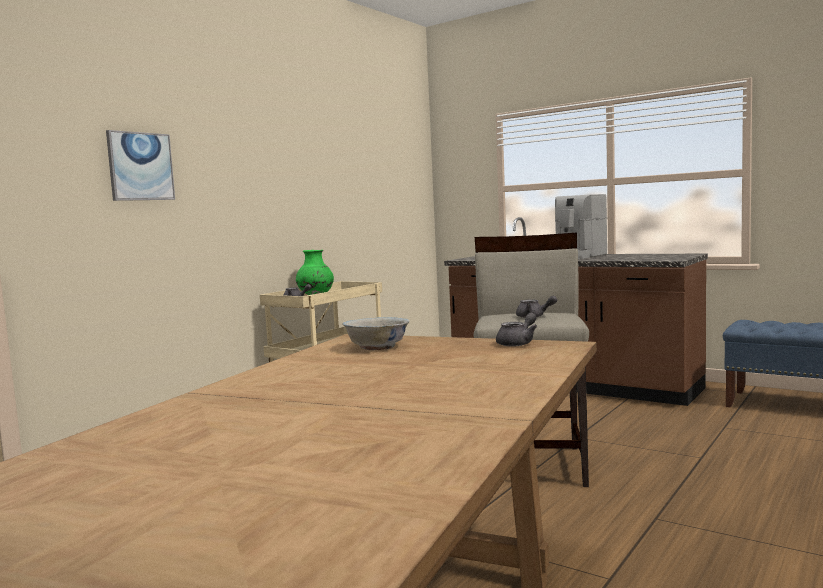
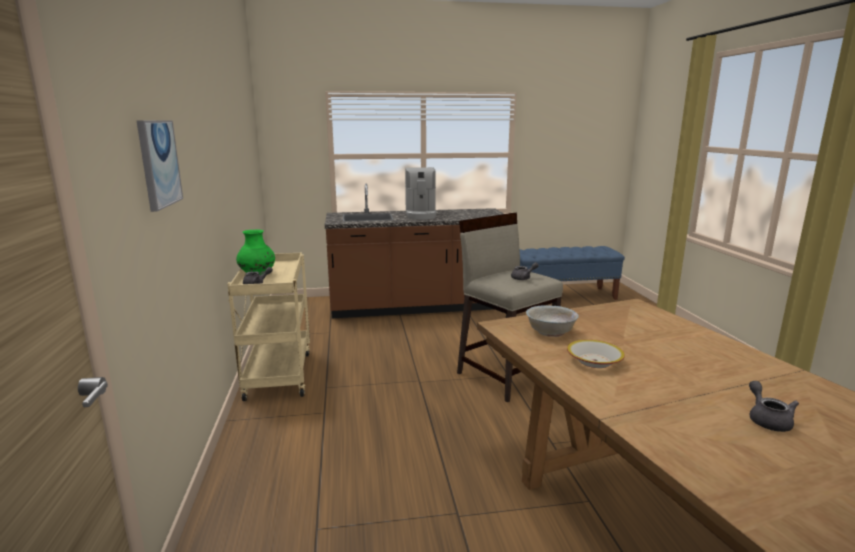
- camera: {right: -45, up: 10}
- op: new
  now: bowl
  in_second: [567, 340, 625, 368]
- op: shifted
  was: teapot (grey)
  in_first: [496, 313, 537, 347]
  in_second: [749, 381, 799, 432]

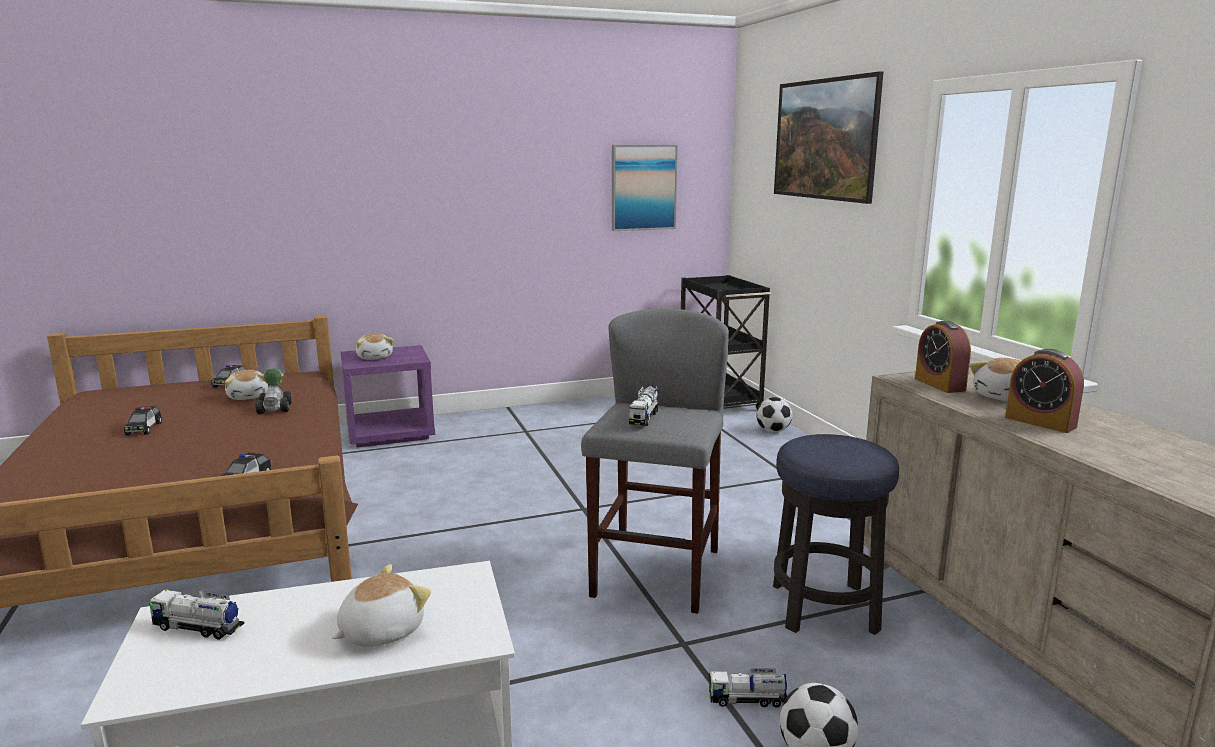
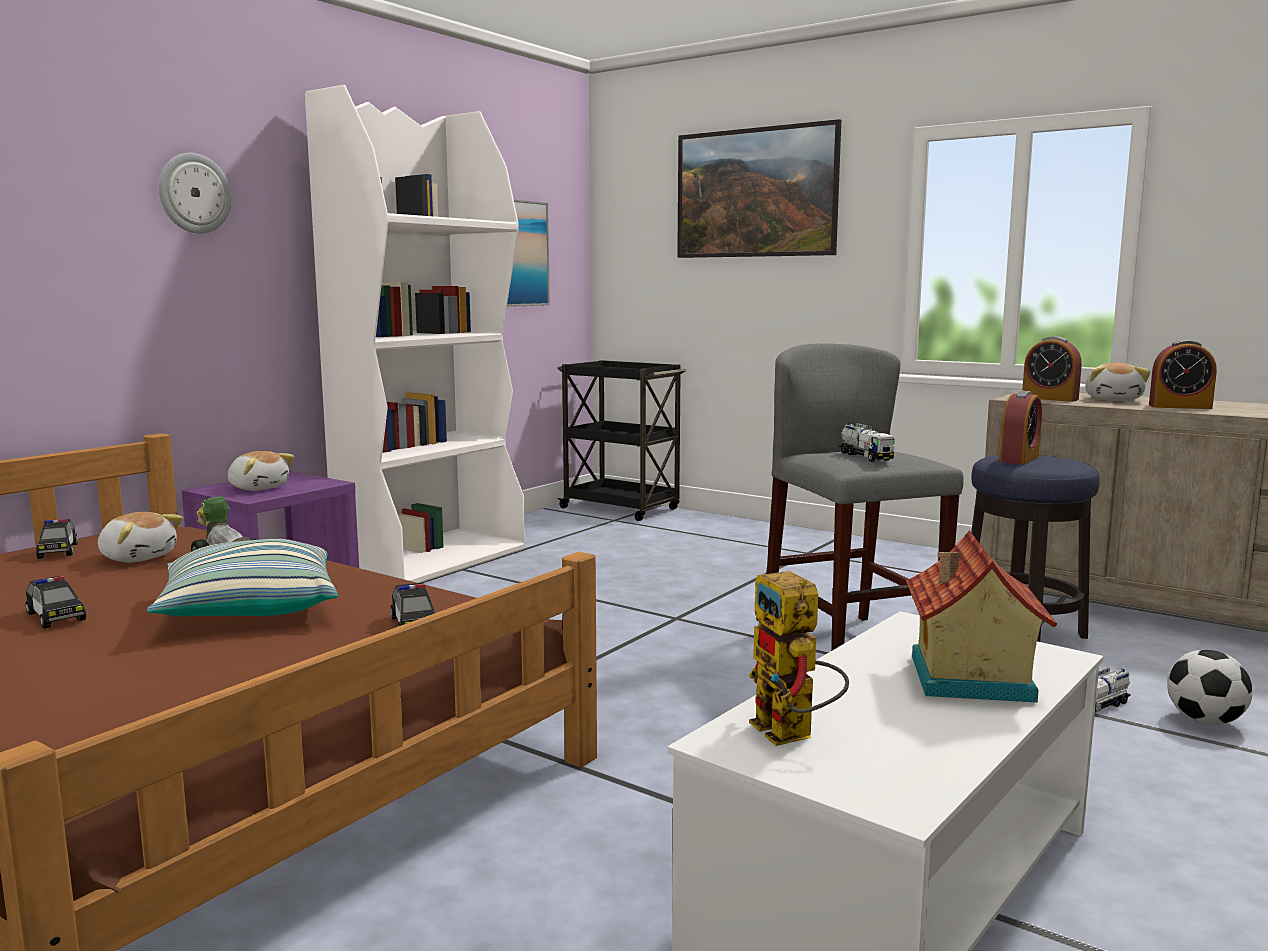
- camera: {right: -35, up: -5}
- op: gone
  was: football
  in_first: [756, 397, 792, 432]
- op: new
  now: pillow
  in_second: [147, 539, 338, 616]
- op: new
  now: wall clock
  in_second: [158, 153, 232, 234]
- op: new
  now: bookcase (white)
  in_second: [305, 85, 525, 583]
- op: new
  now: alarm clock
  in_second: [999, 390, 1042, 465]
- op: swapped
  was: toy truck
  now: toy robot
  in_first: [149, 589, 244, 640]
  in_second: [749, 571, 849, 746]
- op: swapped
  was: plush toy
  now: toy house
  in_first: [332, 564, 431, 647]
  in_second: [906, 530, 1057, 703]

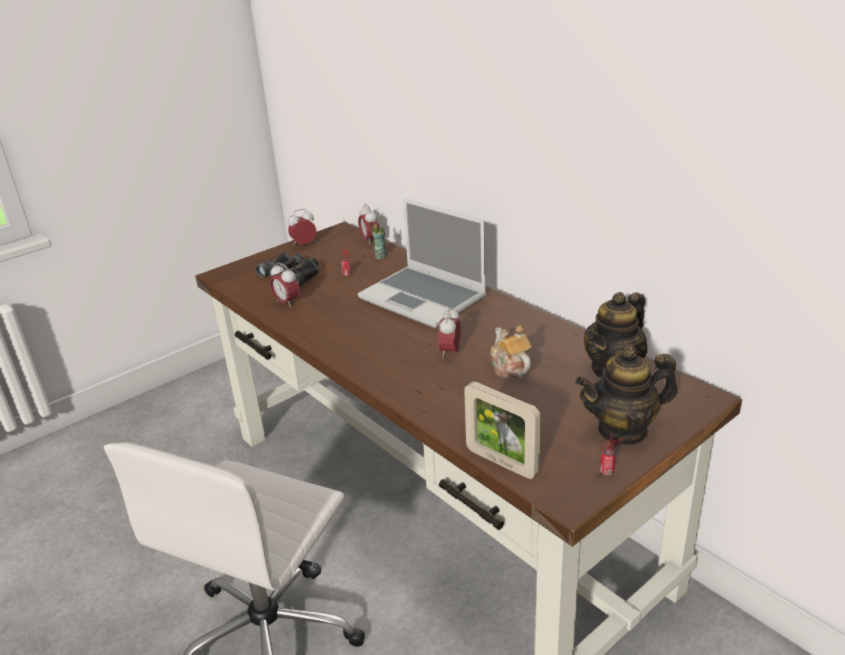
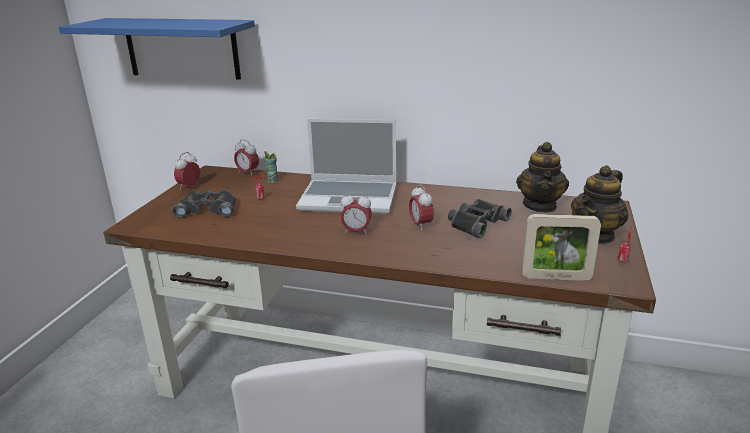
- camera: {right: -35, up: -5}
- op: new
  now: shelf (blue)
  in_second: [59, 18, 255, 80]
- op: shifted
  was: alarm clock
  in_first: [270, 263, 300, 308]
  in_second: [340, 192, 372, 235]
- op: swapped
  was: teapot
  now: binoculars (black)
  in_first: [490, 325, 532, 380]
  in_second: [448, 199, 512, 238]

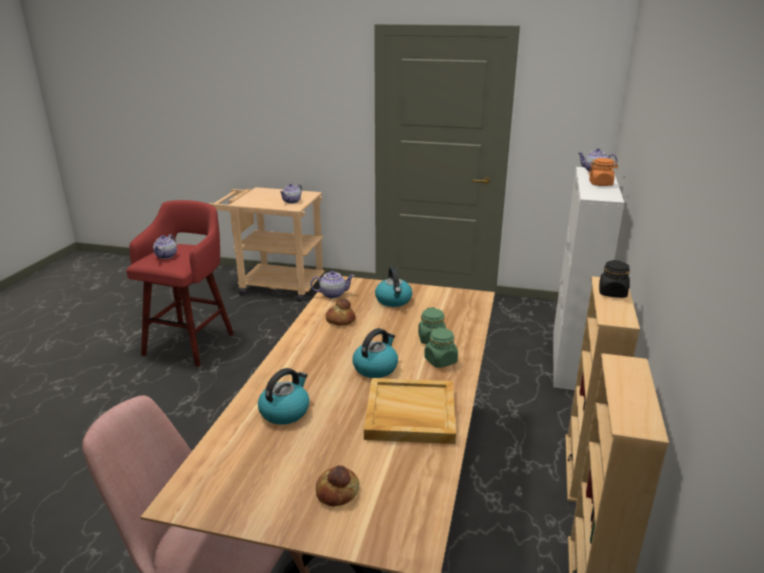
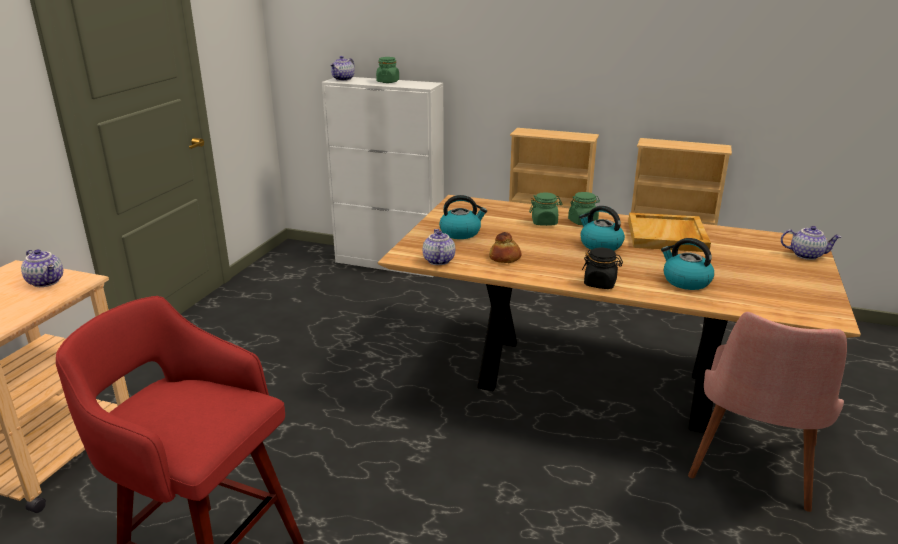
- camera: {right: -85, up: 0}
- op: gone
  was: bread
  in_first: [316, 465, 359, 506]
- op: shifted
  was: teapot
  in_first: [153, 234, 177, 259]
  in_second: [781, 226, 841, 260]
- op: shifted
  was: jar (black)
  in_first: [599, 260, 630, 298]
  in_second: [582, 248, 623, 289]
- op: repainted
  was: jar (orange)
  now: jar (green)
  in_first: [588, 158, 618, 186]
  in_second: [376, 57, 399, 83]

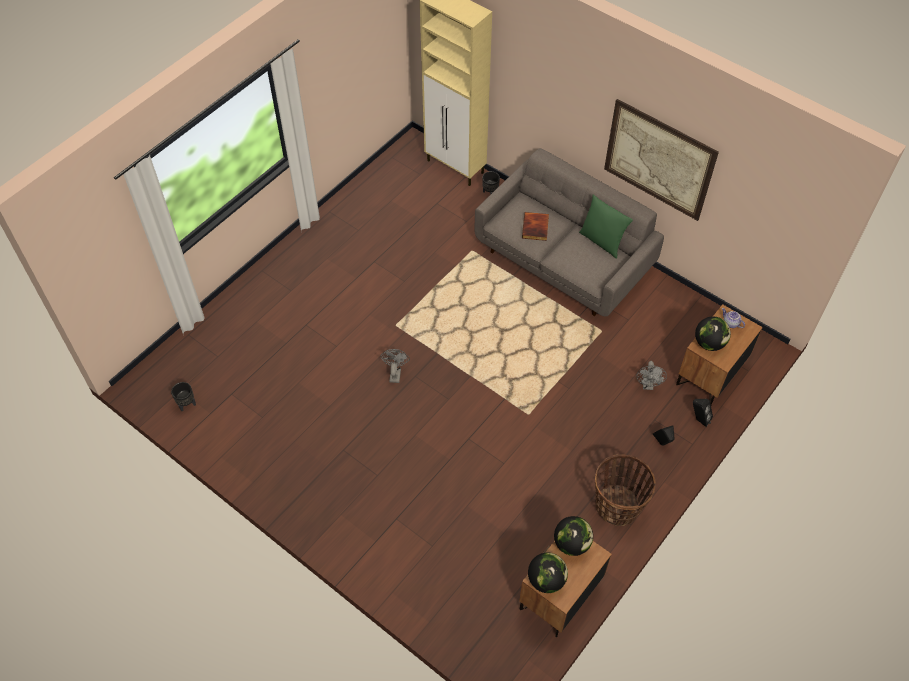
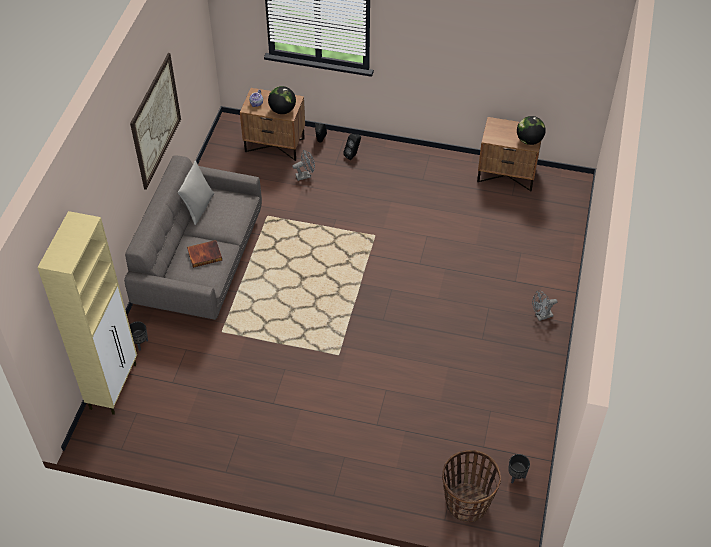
- camera: {right: -115, up: -5}
- op: gone
  was: globe
  in_first: [554, 516, 593, 556]
- op: shifted
  was: fan (grey)
  in_first: [380, 349, 410, 383]
  in_second: [532, 290, 558, 321]
- op: shifted
  was: basket
  in_first: [595, 454, 656, 526]
  in_second: [442, 450, 501, 522]
- op: repainted
  was: pillow (green)
  now: pillow (grey)
  in_first: [579, 194, 633, 259]
  in_second: [178, 161, 214, 225]

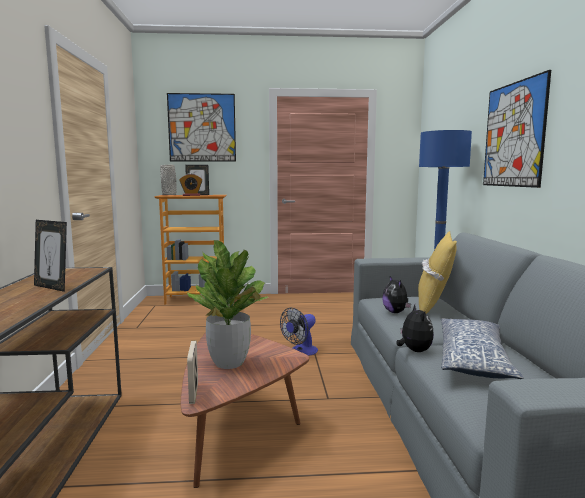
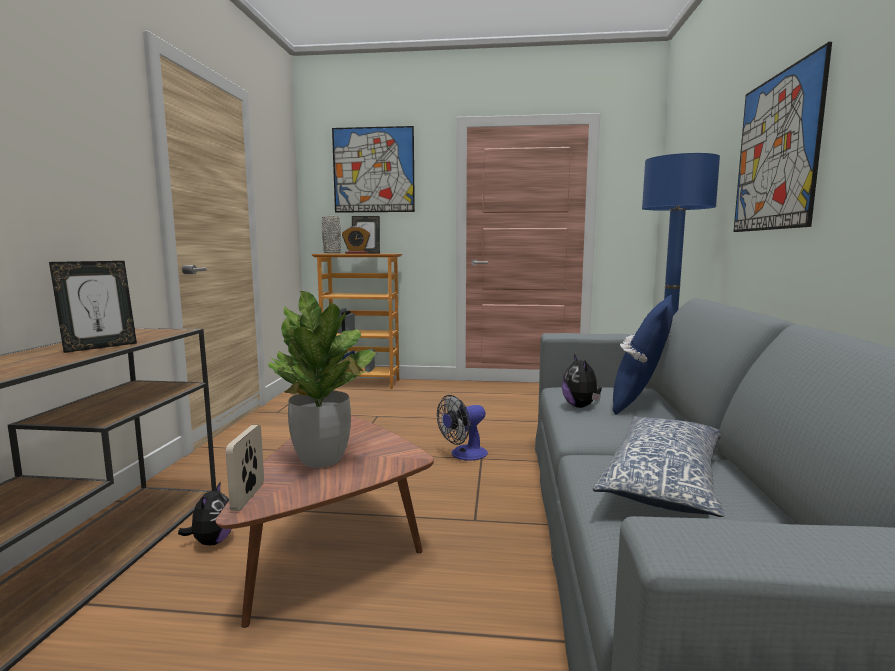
- camera: {right: 10, up: 0}
- op: shifted
  was: plush toy
  in_first: [397, 304, 434, 352]
  in_second: [178, 481, 231, 545]
- op: repainted
  was: pillow (yellow)
  now: pillow (blue)
  in_first: [418, 231, 457, 314]
  in_second: [613, 294, 673, 415]
- op: rotated
  was: picture frame
  in_first: [34, 220, 67, 292]
  in_second: [49, 261, 137, 353]
  clockwise: -90

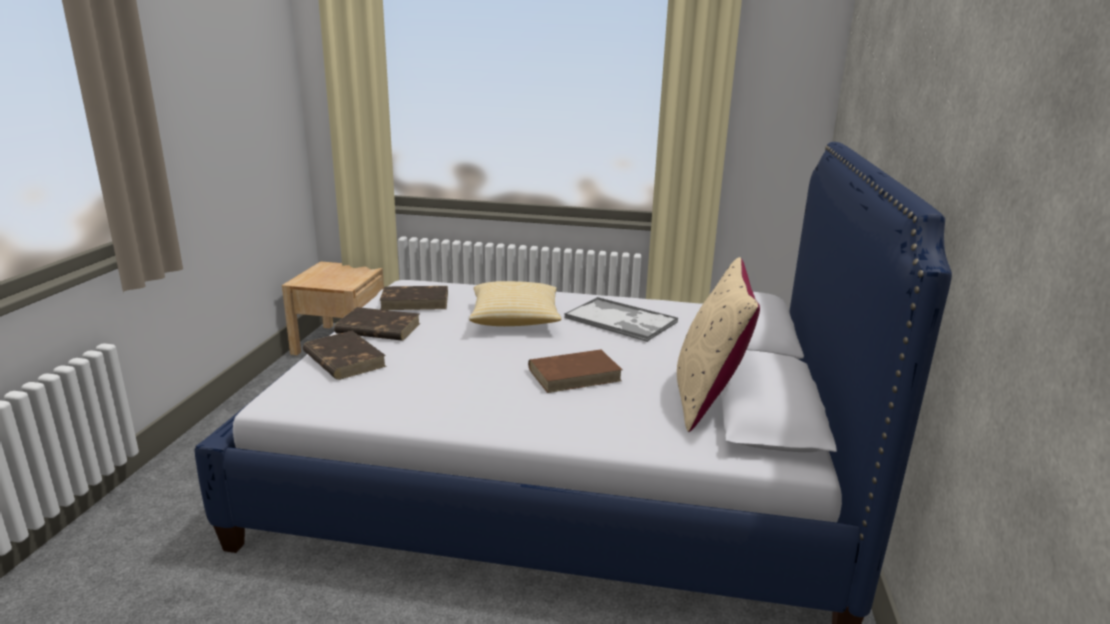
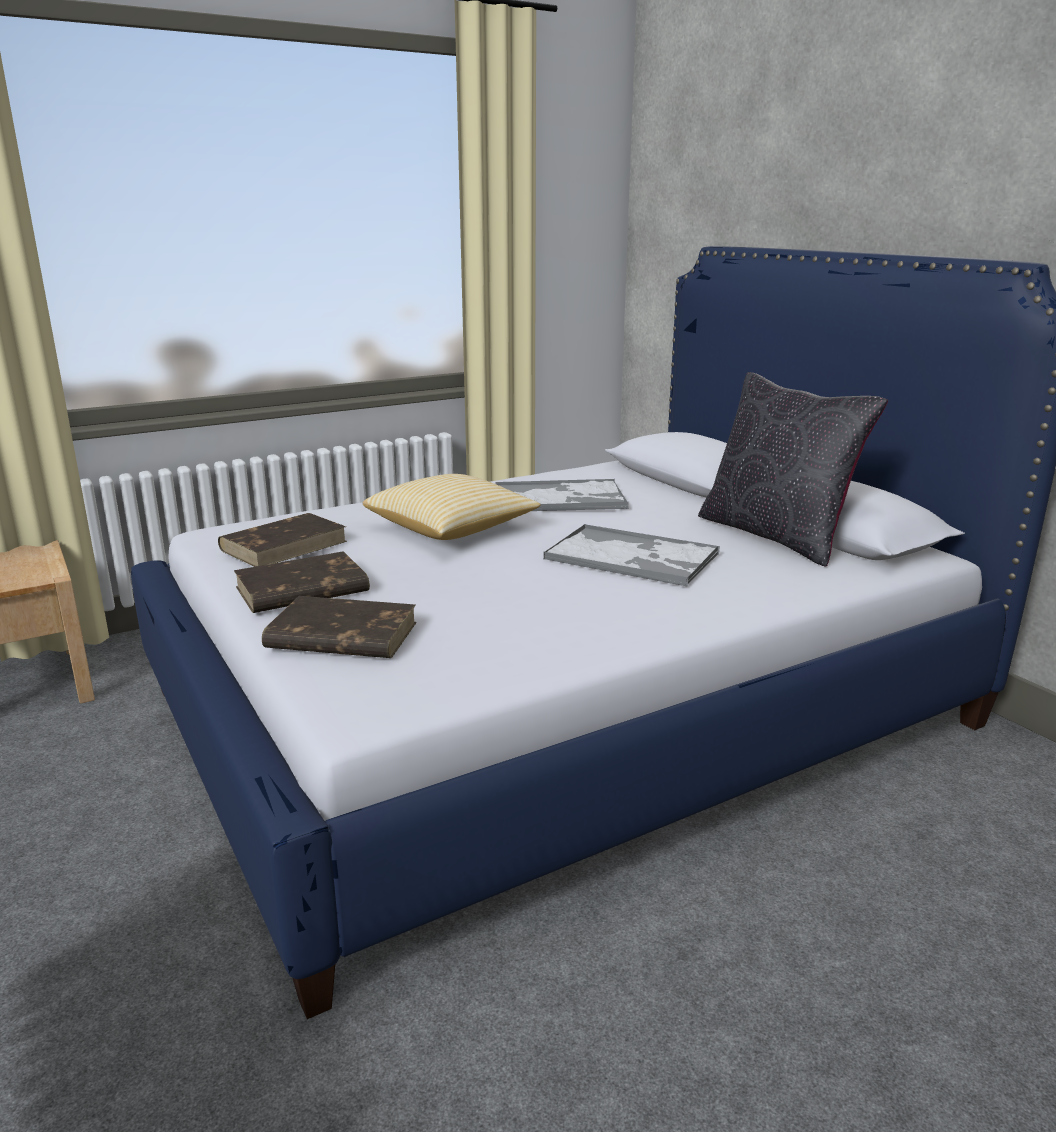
- camera: {right: -40, up: 0}
- op: swapped
  was: book (brown)
  now: tray
  in_first: [528, 350, 622, 393]
  in_second: [543, 524, 720, 587]
- op: repainted
  was: pillow (beige)
  now: pillow (black)
  in_first: [677, 257, 760, 432]
  in_second: [698, 372, 888, 567]

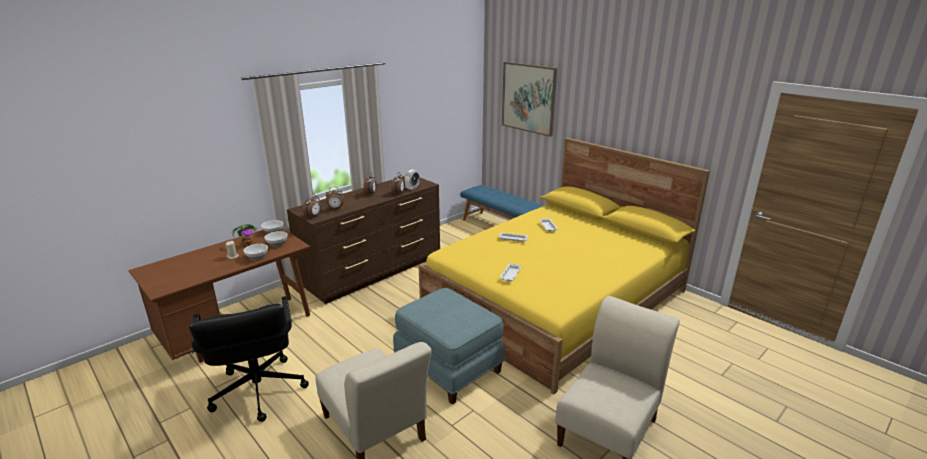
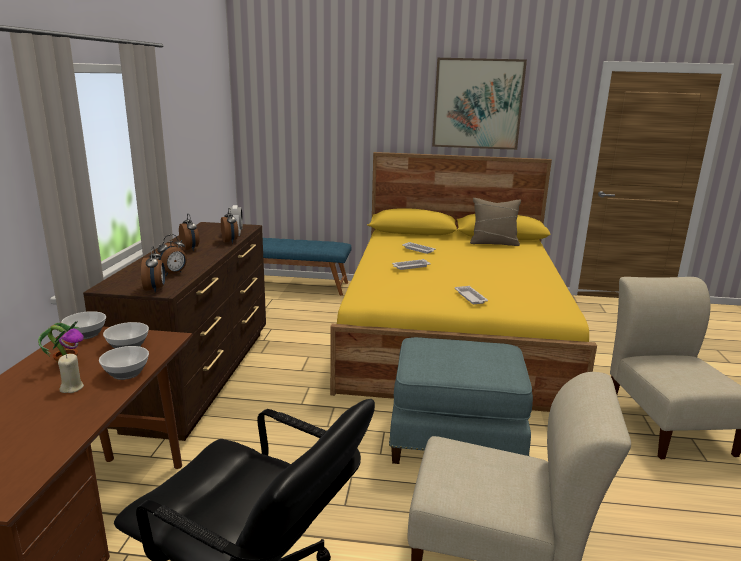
- camera: {right: -40, up: -5}
- op: new
  now: pillow (beige)
  in_second: [470, 198, 521, 246]
- op: shifted
  was: picture
  in_first: [502, 62, 557, 137]
  in_second: [432, 58, 527, 150]

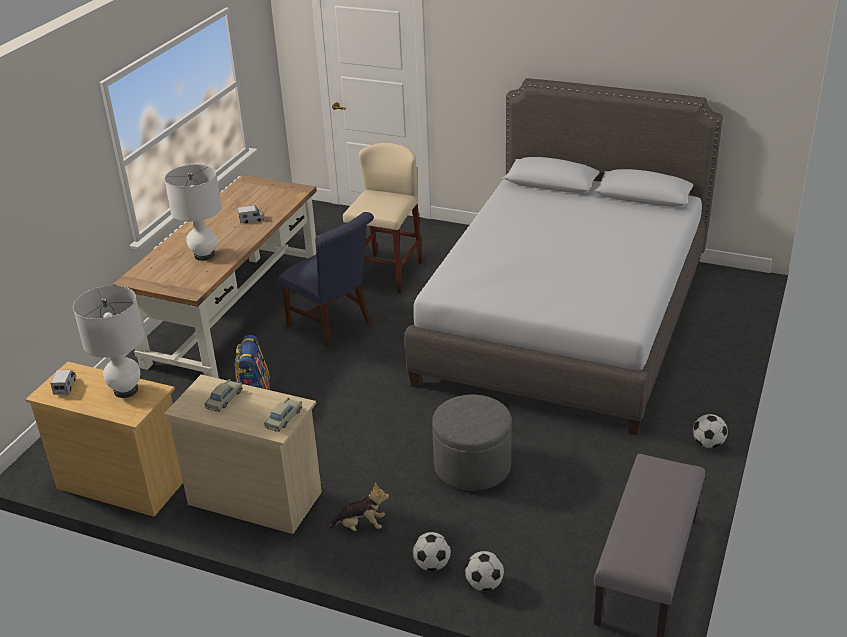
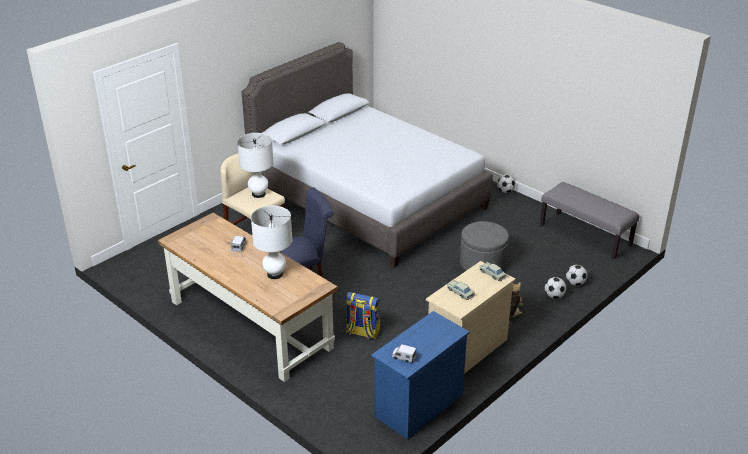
- camera: {right: -70, up: 0}
- op: shifted
  was: table lamp (white)
  in_first: [73, 285, 144, 398]
  in_second: [237, 133, 274, 198]
- op: repainted
  was: dresser (beige)
  now: dresser (blue)
  in_first: [25, 362, 183, 517]
  in_second: [371, 311, 469, 439]

